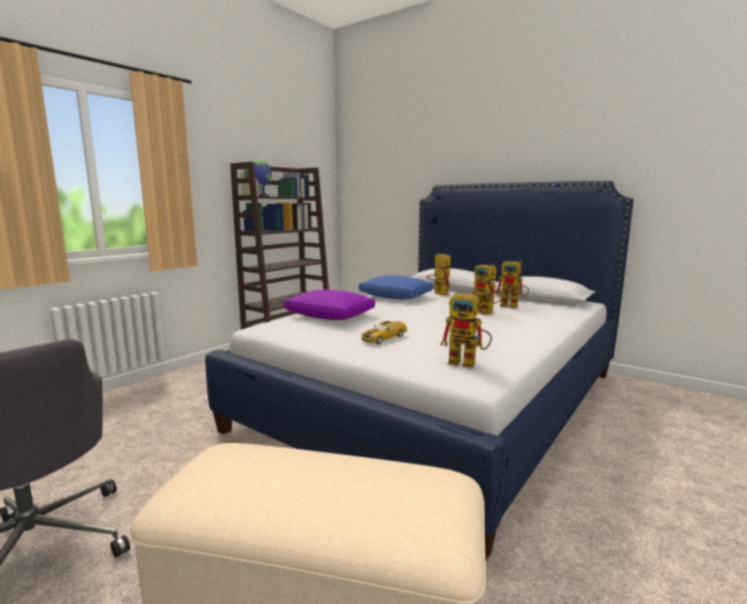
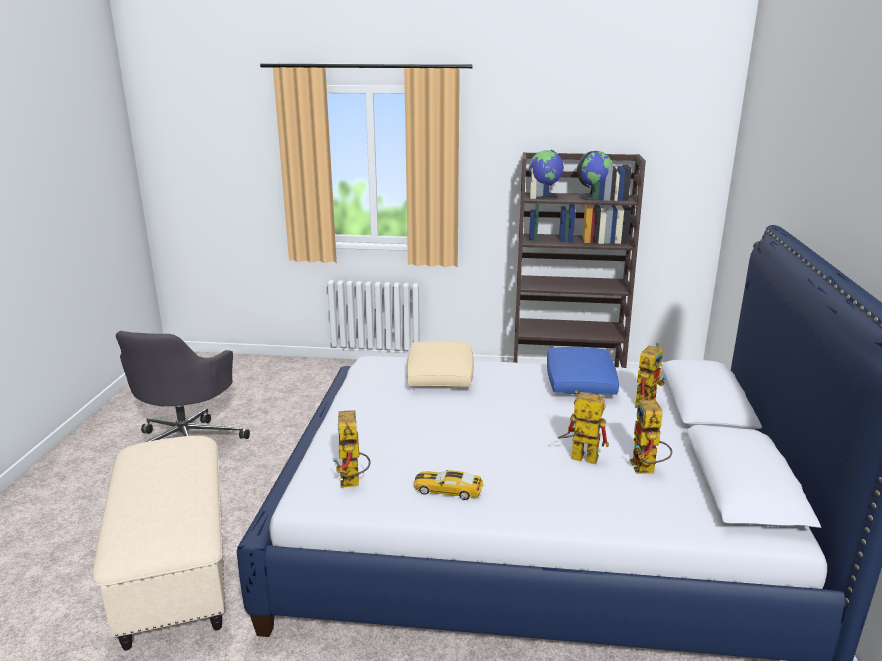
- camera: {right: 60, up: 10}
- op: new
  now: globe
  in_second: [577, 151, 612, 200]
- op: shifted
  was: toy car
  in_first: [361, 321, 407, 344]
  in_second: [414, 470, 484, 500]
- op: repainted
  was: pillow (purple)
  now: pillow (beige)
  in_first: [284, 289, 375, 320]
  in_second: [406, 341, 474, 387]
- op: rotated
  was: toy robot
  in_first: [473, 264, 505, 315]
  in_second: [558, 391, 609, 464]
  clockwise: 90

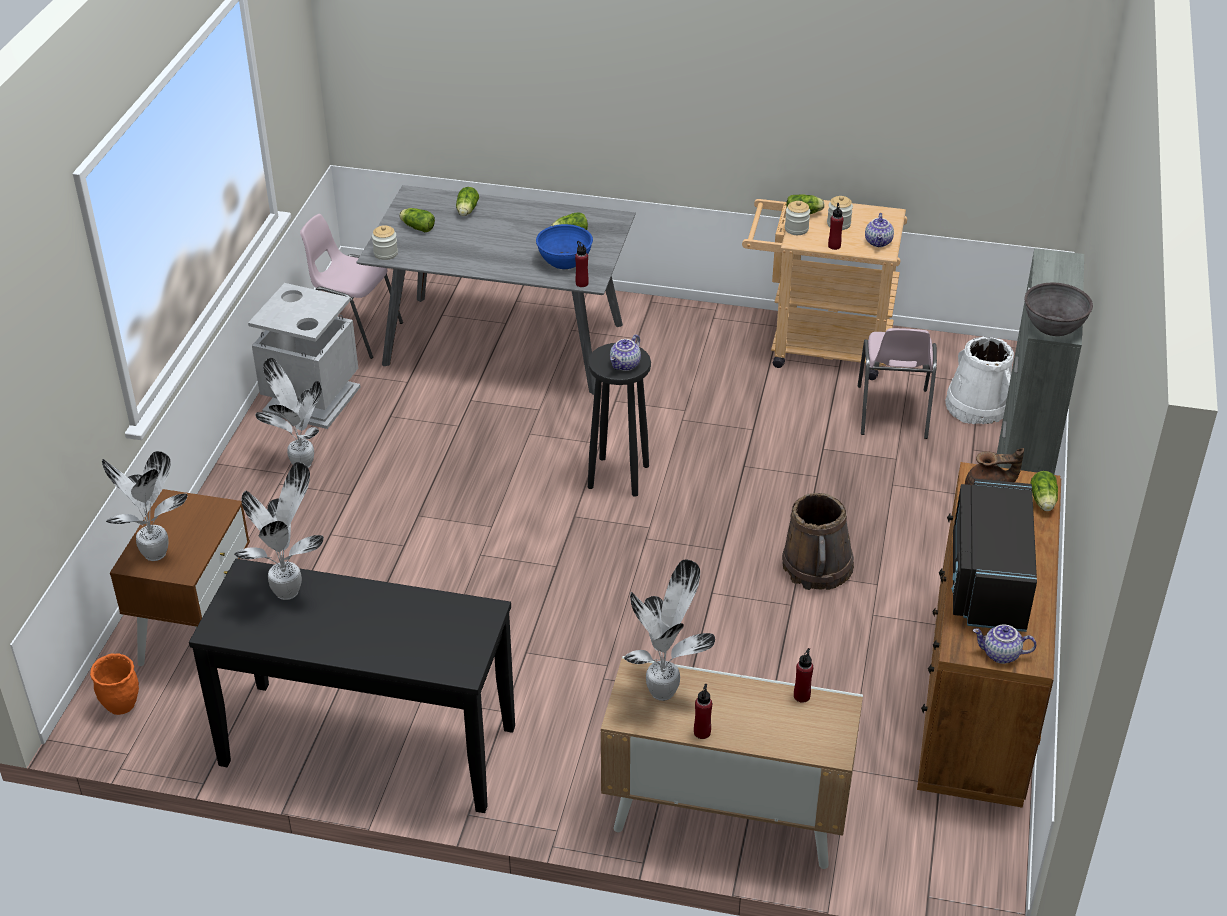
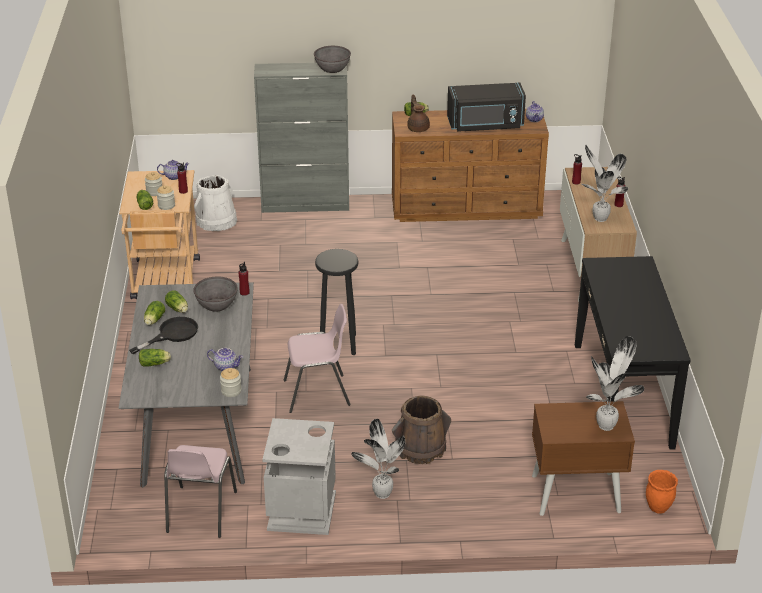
- camera: {right: -105, up: -5}
- op: gone
  was: potted plant
  in_first: [234, 462, 324, 600]
- op: new
  now: frying pan (black)
  in_second: [129, 317, 198, 354]
- op: shifted
  was: lettuce
  in_first: [399, 208, 435, 232]
  in_second: [144, 301, 165, 325]
- op: shifted
  was: teapot
  in_first: [610, 334, 641, 371]
  in_second: [207, 348, 243, 371]
- op: shifted
  was: bucket (brown)
  in_first: [782, 493, 854, 590]
  in_second: [392, 395, 451, 464]
- op: shifted
  was: chair (pink)
  in_first: [858, 328, 937, 439]
  in_second: [284, 304, 351, 413]
- op: repainted
  was: bowl (blue)
  now: bowl (grey)
  in_first: [536, 224, 593, 269]
  in_second: [193, 277, 238, 312]

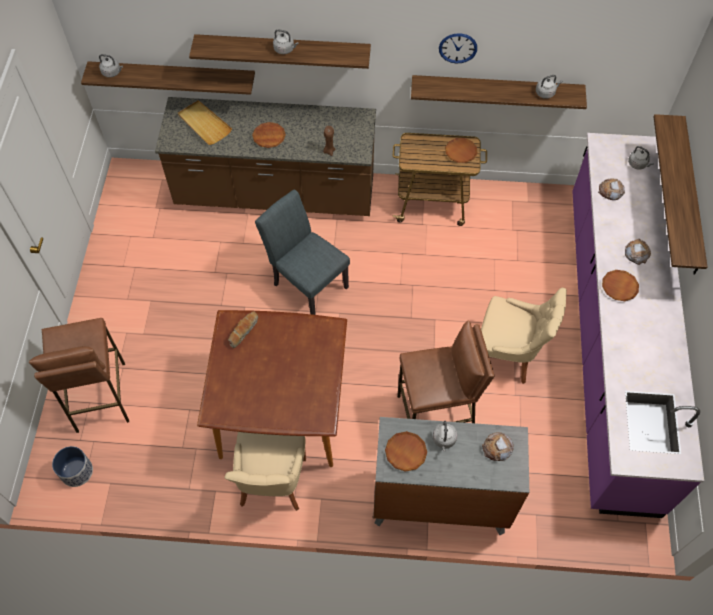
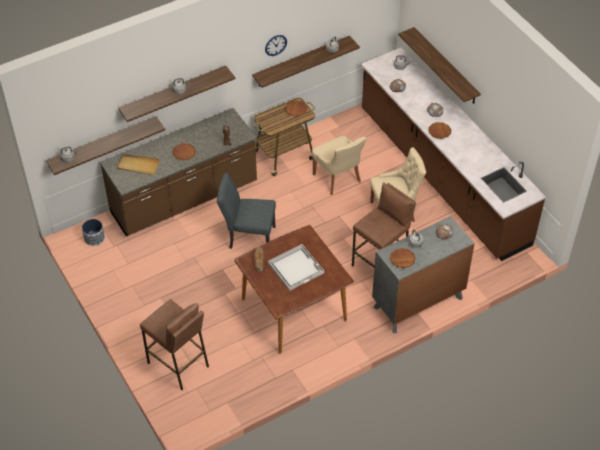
- camera: {right: -35, up: -10}
- op: new
  now: tray (white)
  in_second: [268, 244, 324, 291]
- op: shifted
  was: planter
  in_first: [52, 446, 93, 487]
  in_second: [82, 219, 105, 246]
- op: shifted
  was: chair (beige)
  in_first: [225, 432, 306, 511]
  in_second: [312, 136, 367, 195]
- op: repainted
  was: counter (purple)
  now: counter (brown)
  in_first: [572, 133, 704, 518]
  in_second: [361, 47, 546, 261]

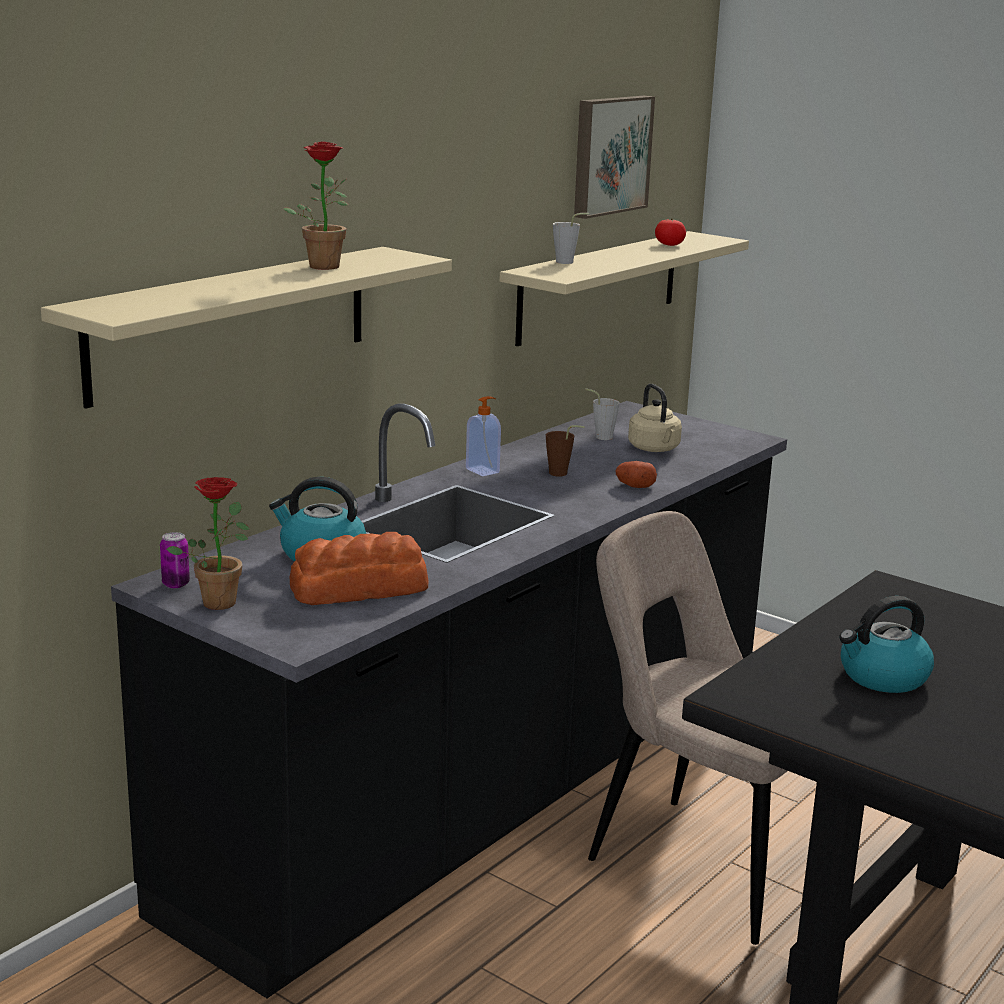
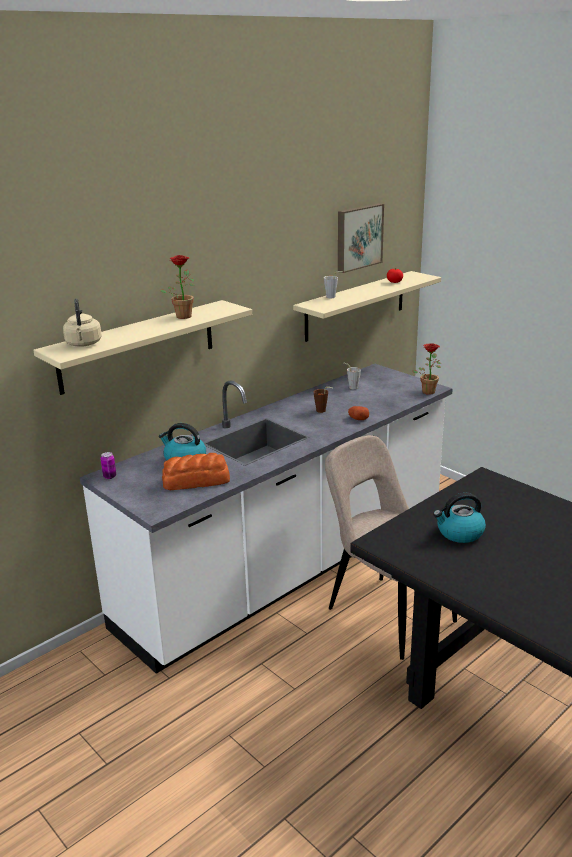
- camera: {right: 10, up: 5}
- op: gone
  was: soap dispenser
  in_first: [466, 396, 501, 476]
- op: shifted
  was: potted plant
  in_first: [166, 477, 249, 610]
  in_second: [413, 343, 441, 395]
- op: shifted
  was: kettle (beige)
  in_first: [628, 384, 682, 452]
  in_second: [63, 299, 102, 347]
- op: repainted
  was: counter (black)
  now: counter (white)
  in_first: [111, 401, 787, 998]
  in_second: [80, 364, 453, 674]

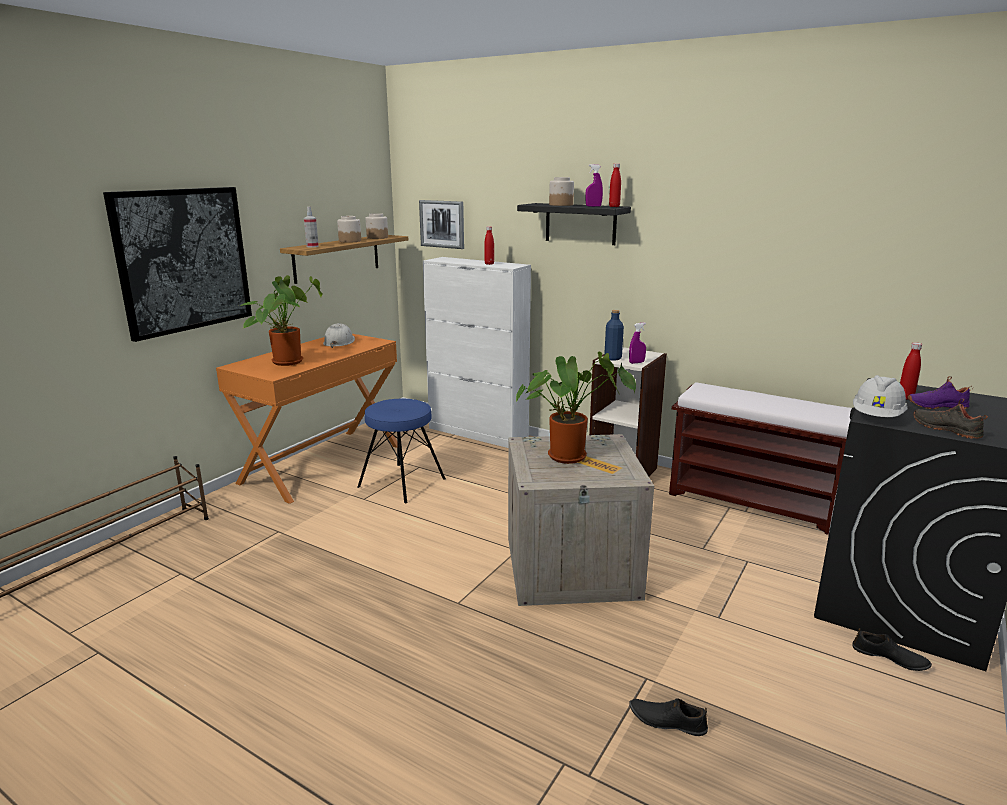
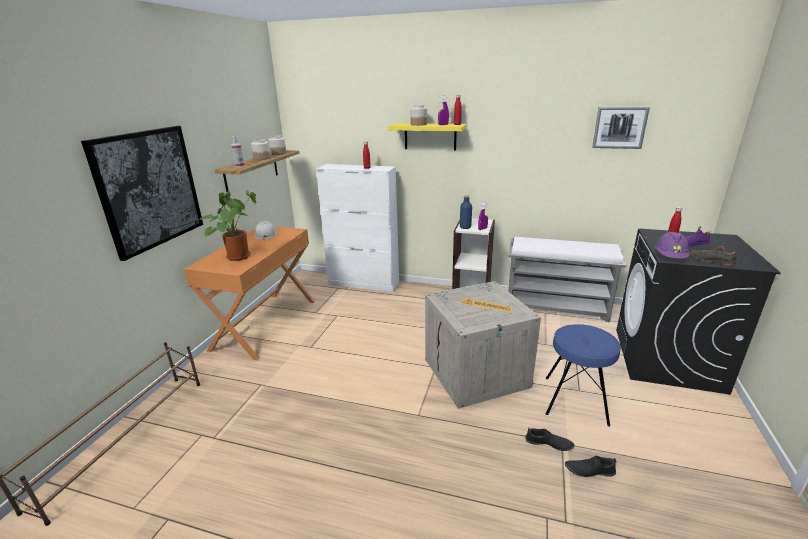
- camera: {right: -15, up: 5}
- op: gone
  was: potted plant
  in_first: [516, 352, 636, 464]
- op: shifted
  was: stool (blue)
  in_first: [357, 399, 446, 503]
  in_second: [546, 324, 621, 427]
- op: shifted
  was: picture
  in_first: [419, 200, 464, 249]
  in_second: [592, 107, 650, 149]
- op: shifted
  was: shoe (black)
  in_first: [853, 628, 932, 671]
  in_second: [525, 428, 574, 451]
- op: repainted
  was: shelf (black)
  now: shelf (yellow)
  in_first: [517, 203, 631, 245]
  in_second: [388, 123, 467, 150]
- op: repainted
  was: bench (brown)
  now: bench (grey)
  in_first: [669, 382, 851, 535]
  in_second: [508, 237, 627, 322]
- op: repainted
  was: hard hat (white)
  now: hard hat (purple)
  in_first: [853, 375, 907, 417]
  in_second: [655, 232, 689, 259]

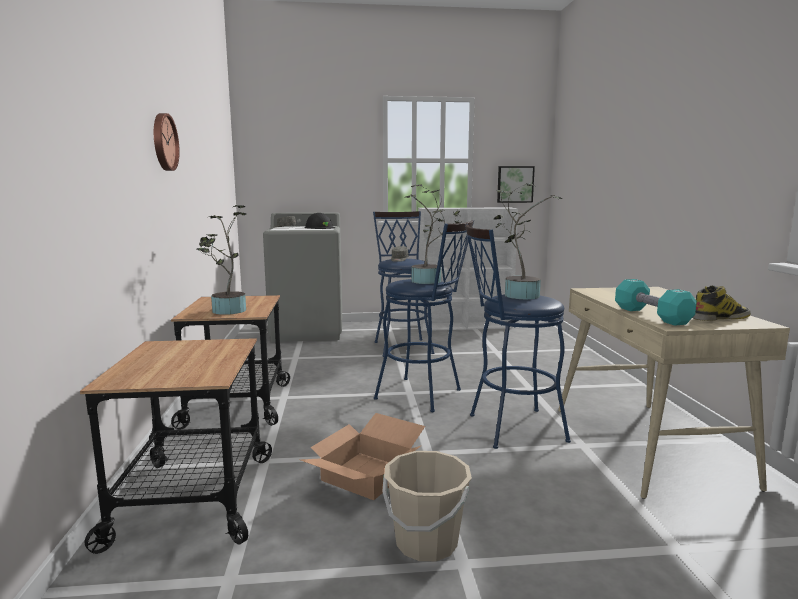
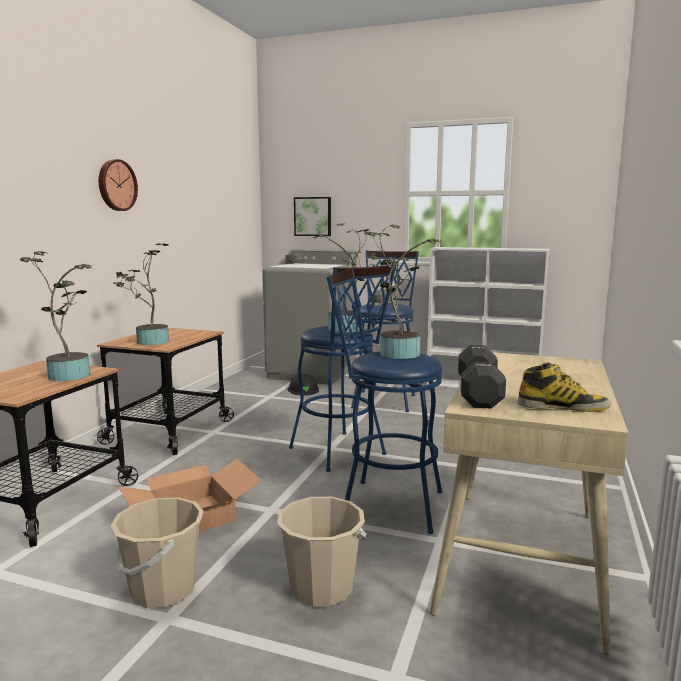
- camera: {right: 25, up: 0}
- op: new
  now: potted plant
  in_second: [20, 251, 91, 381]
- op: new
  now: bucket (beige)
  in_second: [277, 497, 367, 607]
- op: shifted
  was: hard hat (black)
  in_first: [304, 213, 335, 229]
  in_second: [288, 373, 319, 396]
- op: shifted
  was: picture
  in_first: [497, 166, 535, 203]
  in_second: [294, 197, 331, 236]
- op: repainted
  was: dumbbell (turquoise)
  now: dumbbell (black)
  in_first: [615, 279, 697, 326]
  in_second: [458, 345, 506, 408]

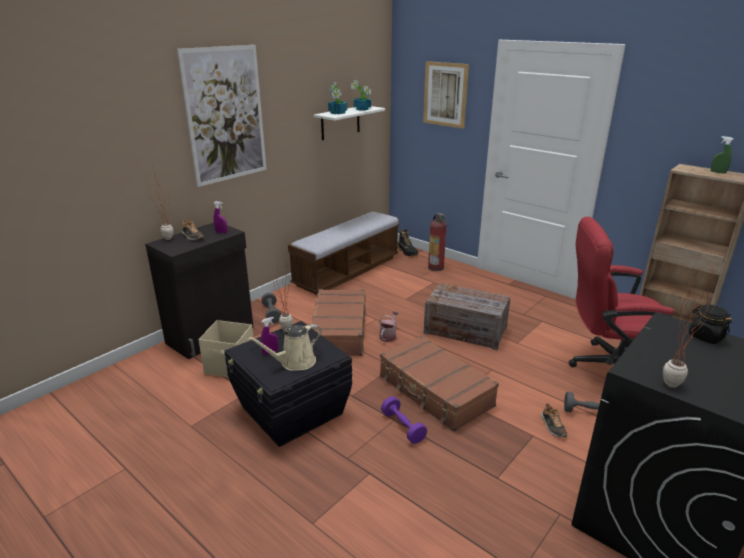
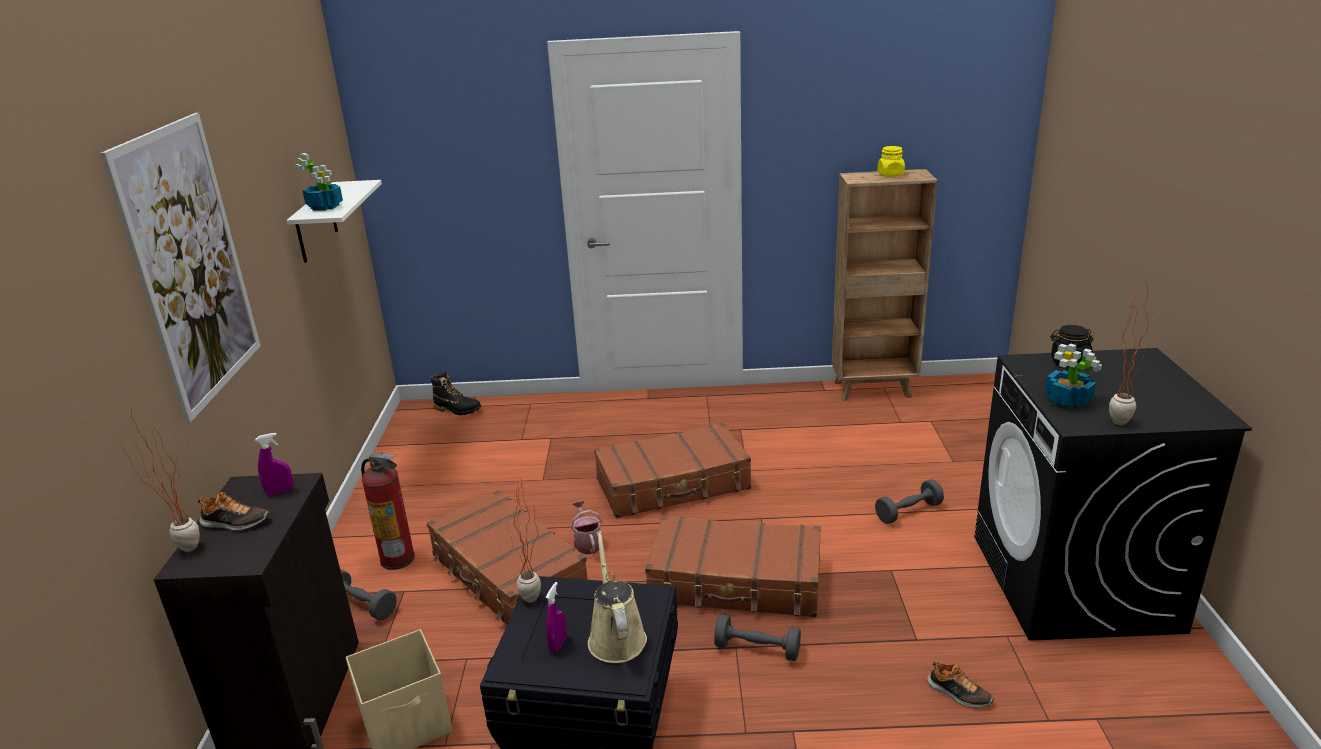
- camera: {right: -40, up: 0}
- op: gone
  was: bench
  in_first: [288, 212, 399, 295]
- op: gone
  was: picture
  in_first: [423, 61, 469, 129]
- op: gone
  was: office chair (red)
  in_first: [569, 216, 674, 367]
- op: shifted
  was: potted plant
  in_first: [351, 80, 371, 110]
  in_second: [1044, 343, 1102, 409]
- op: shifted
  was: fire extinguisher
  in_first: [428, 213, 447, 271]
  in_second: [361, 453, 415, 570]
- op: shifted
  was: shoe
  in_first: [541, 403, 567, 437]
  in_second: [927, 662, 994, 708]
- op: swapped
  was: crate
  now: suitcase (brown)
  in_first: [424, 283, 511, 350]
  in_second: [594, 423, 751, 518]
- op: swapped
  was: spray bottle (green)
  now: jar (yellow)
  in_first: [711, 136, 734, 174]
  in_second: [877, 146, 905, 177]
- op: repainted
  was: dumbbell (purple)
  now: dumbbell (grey)
  in_first: [381, 396, 427, 444]
  in_second: [714, 614, 801, 661]
- op: rotated
  was: watering can (beige)
  in_first: [247, 324, 321, 371]
  in_second: [588, 531, 647, 663]
  clockwise: 150

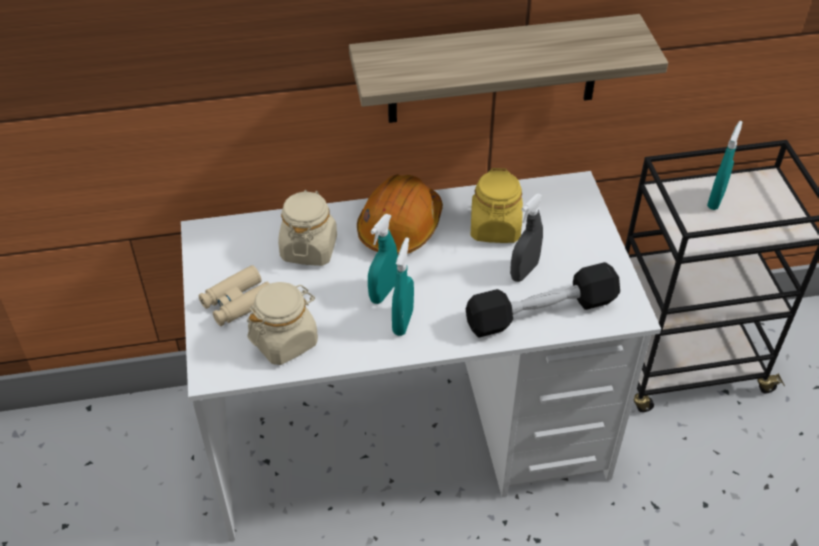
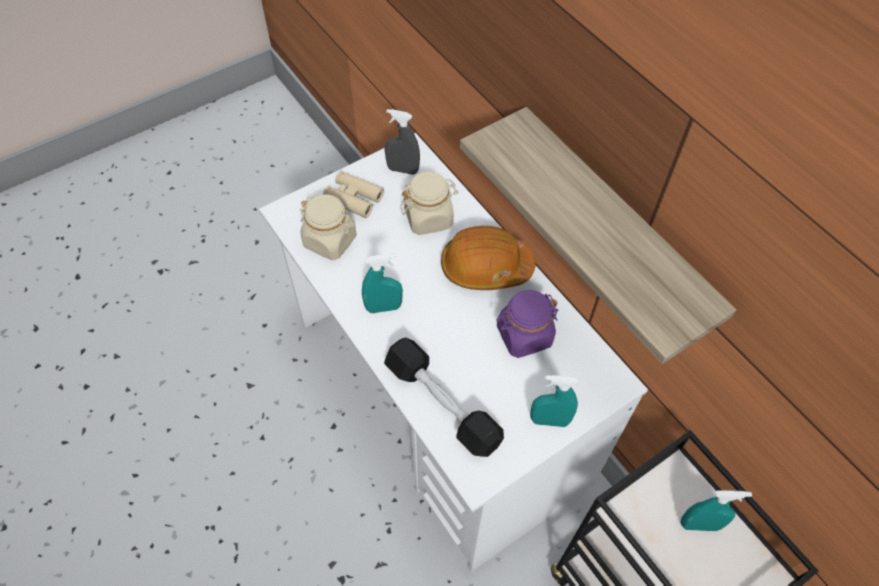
- camera: {right: 65, up: 10}
- op: shifted
  was: spray bottle (turquoise)
  in_first: [368, 214, 398, 304]
  in_second: [530, 375, 578, 427]
- op: shifted
  was: spray bottle (grey)
  in_first: [510, 194, 543, 282]
  in_second: [385, 109, 420, 175]
- op: repainted
  was: jar (yellow)
  now: jar (purple)
  in_first: [471, 168, 523, 243]
  in_second: [497, 290, 559, 358]

